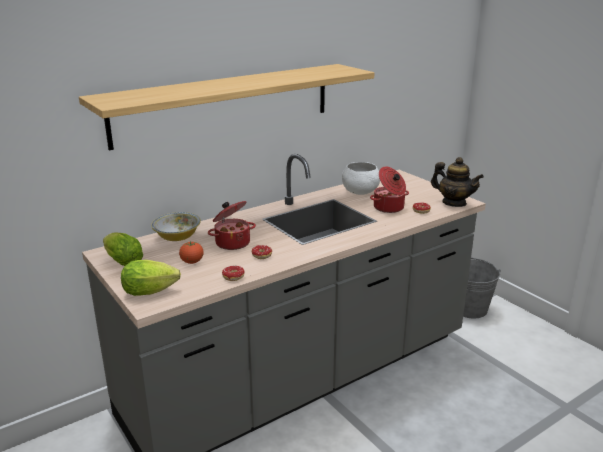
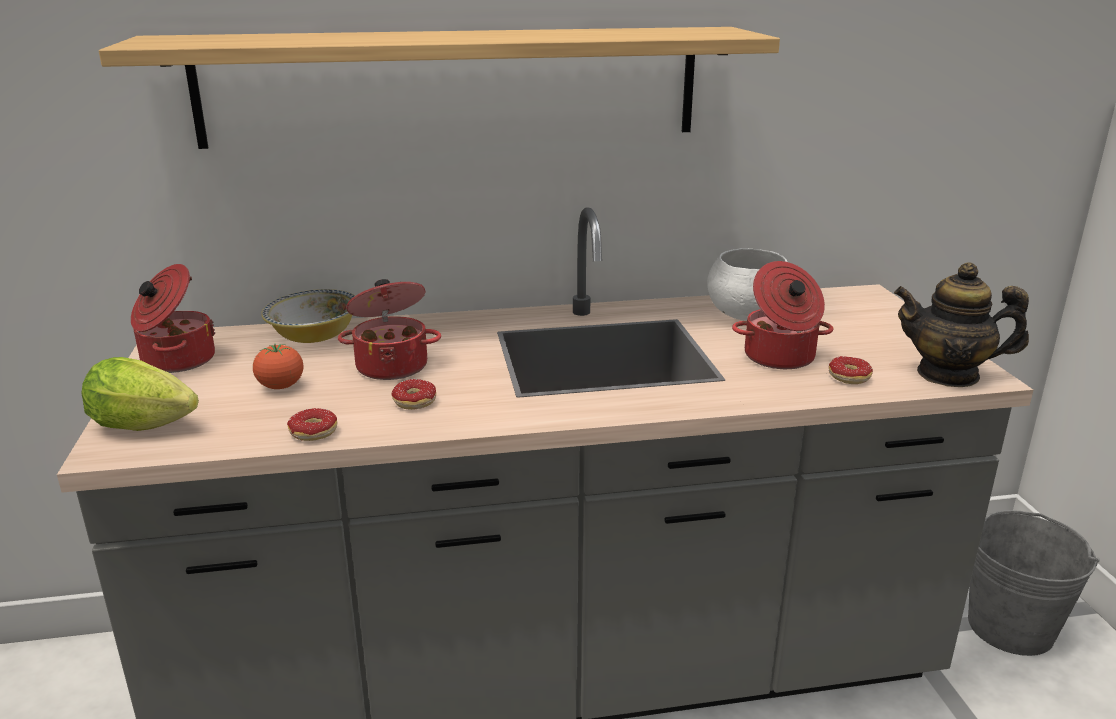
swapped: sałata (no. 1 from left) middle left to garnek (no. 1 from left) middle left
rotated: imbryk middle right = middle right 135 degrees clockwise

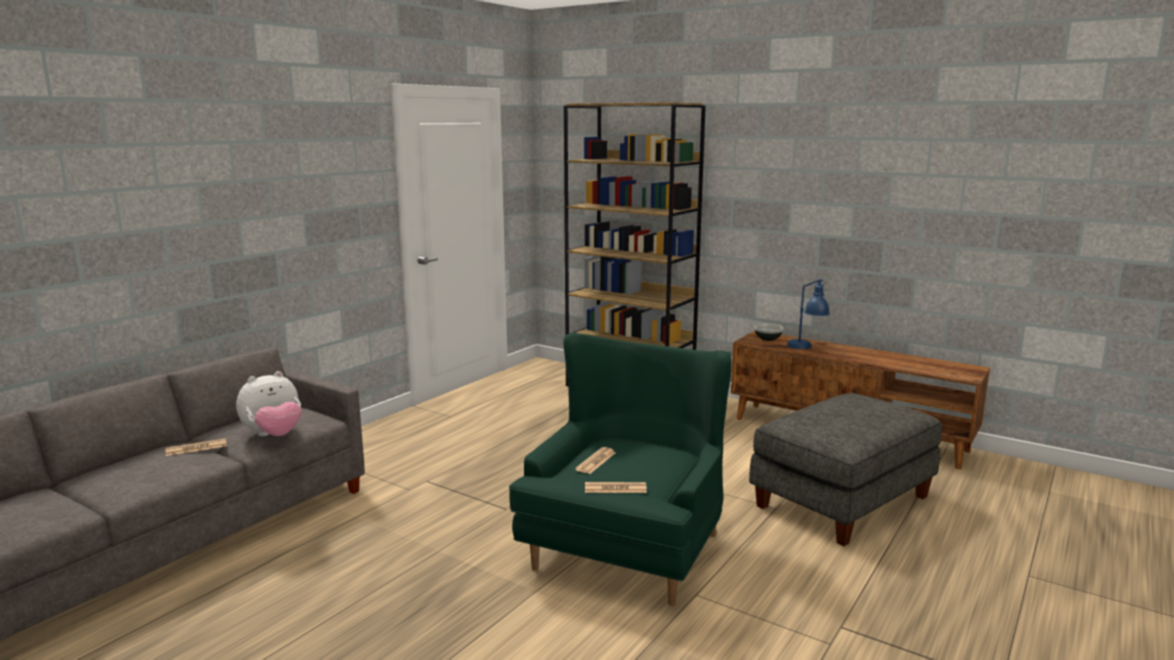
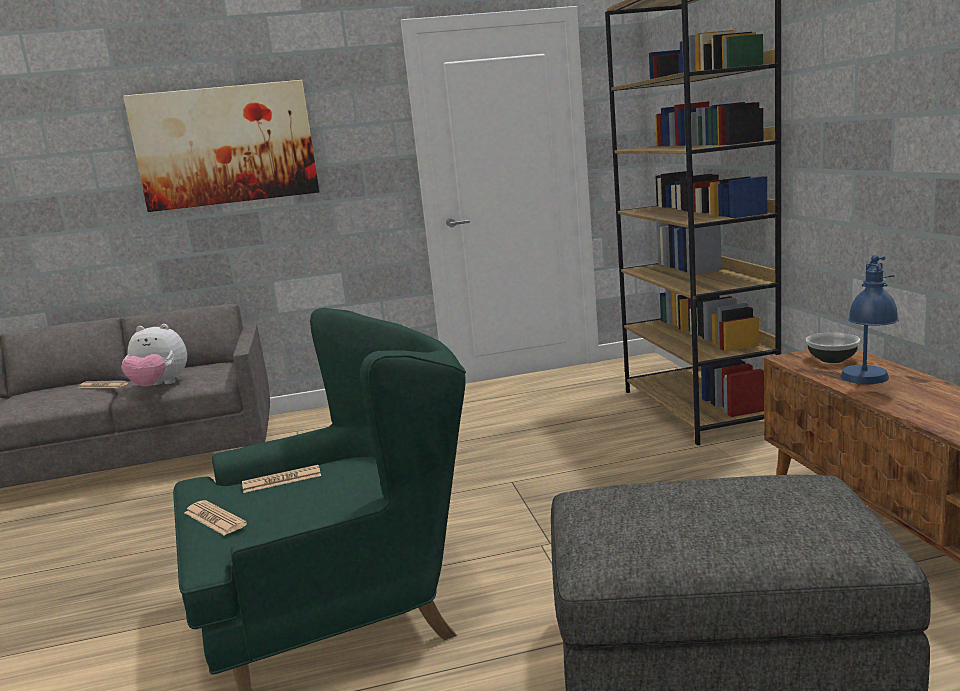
new: obraz top left

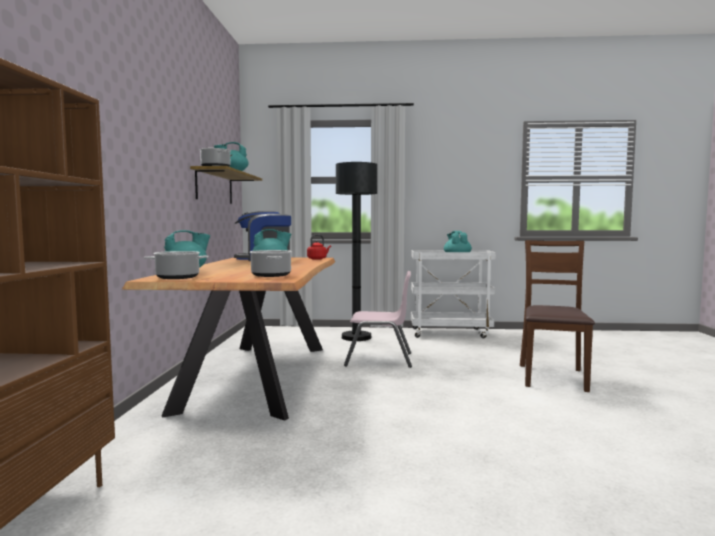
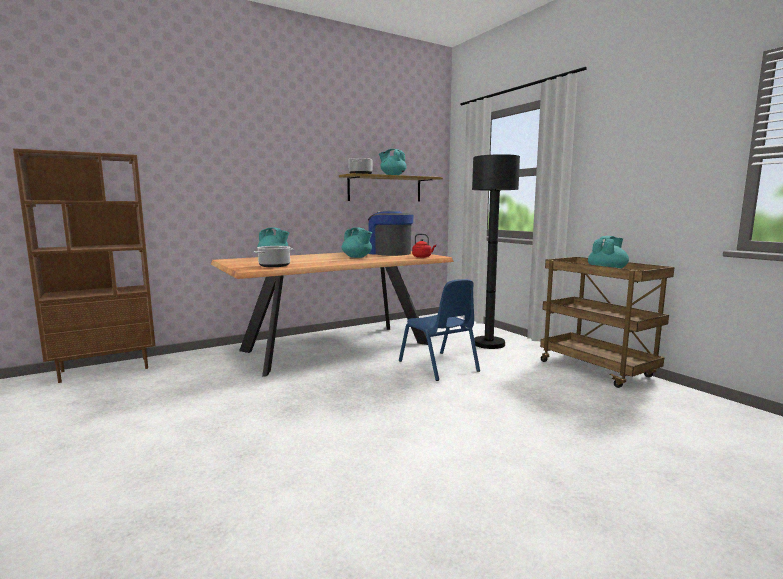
gone: garnek (no. 1 from left) middle left; krzesło (brązowy) middle right
repainted: krzesło (różowy) centre to krzesło (niebieski) centre; wózek (biały) centre to wózek (brązowy) middle right

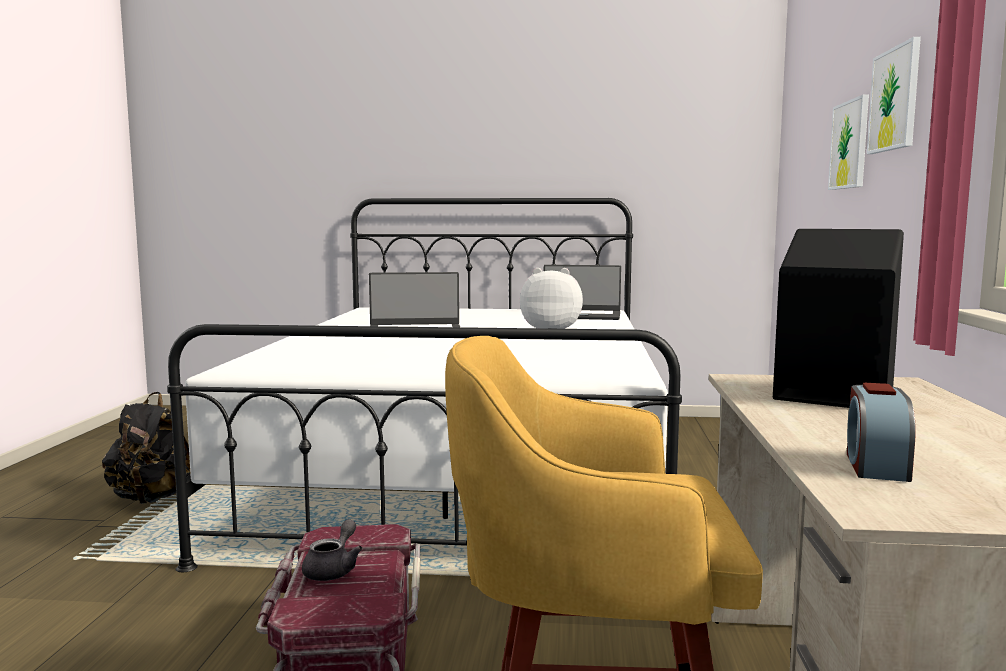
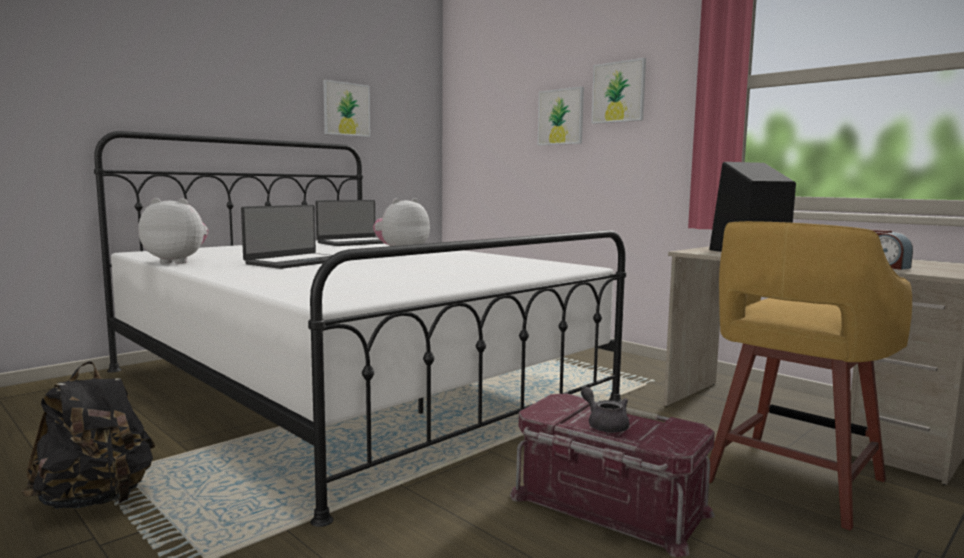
new: pluszak (no. 1 from left) middle left; obraz (no. 1 from left) top centre

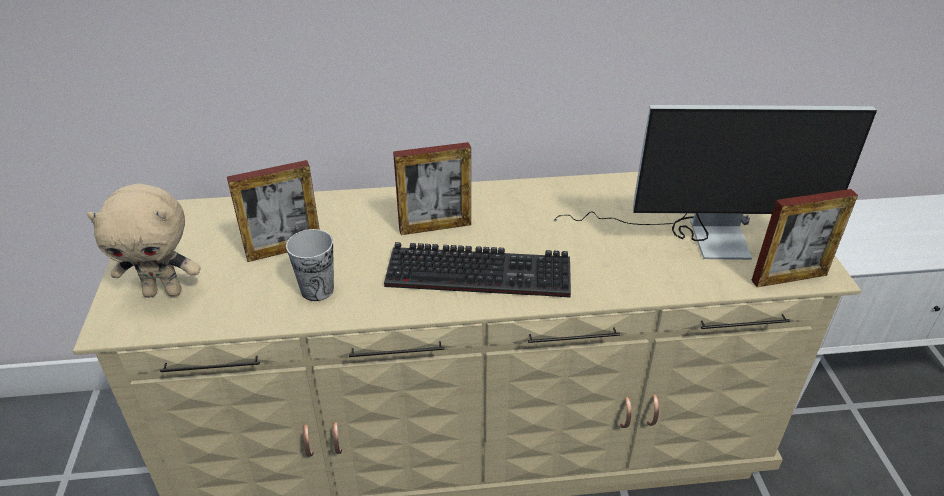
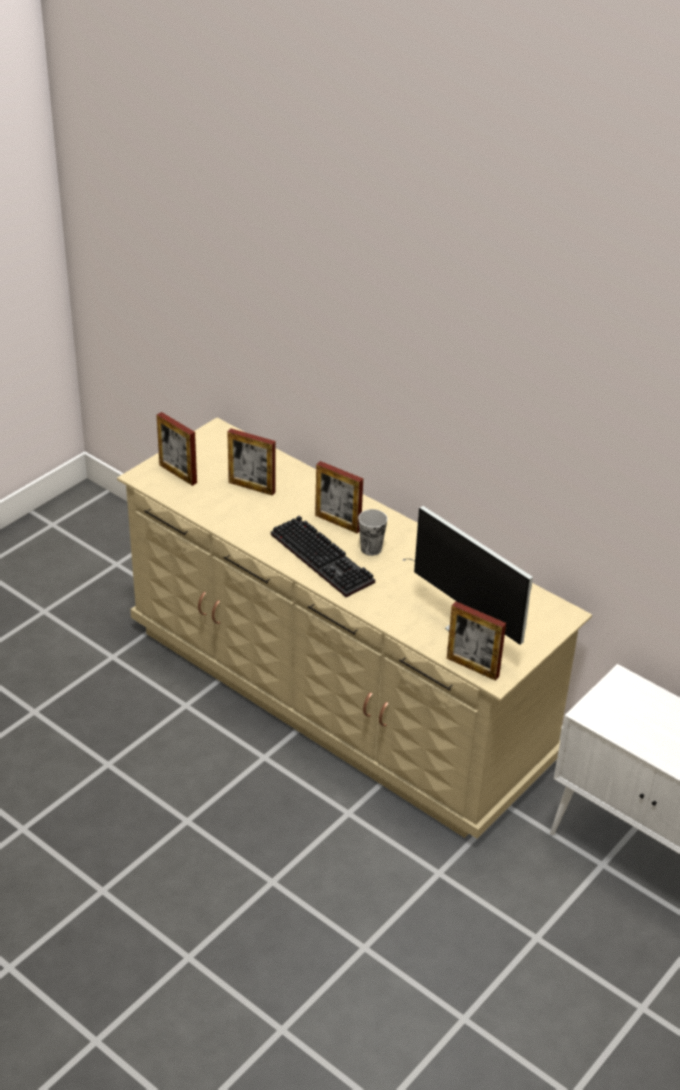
shifted: filiżanka middle left to centre
swapped: pluszak (beżowy) middle left to ramka na zdjęcie (no. 1 from left) middle left

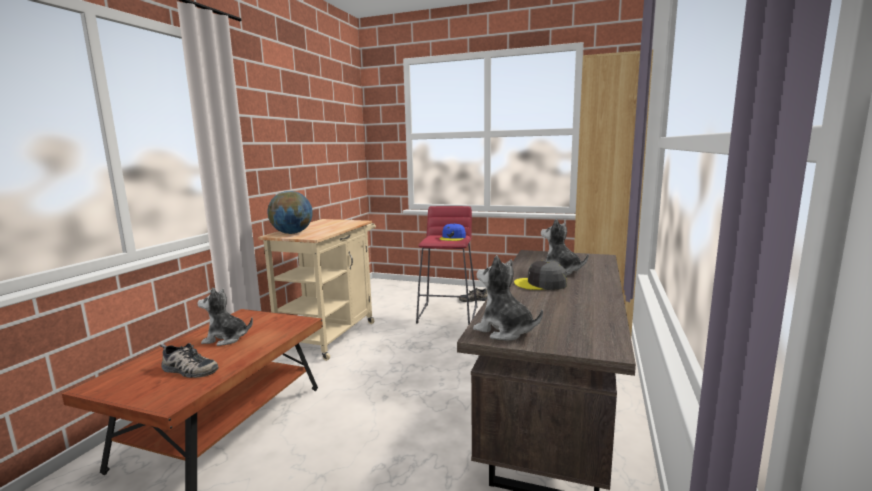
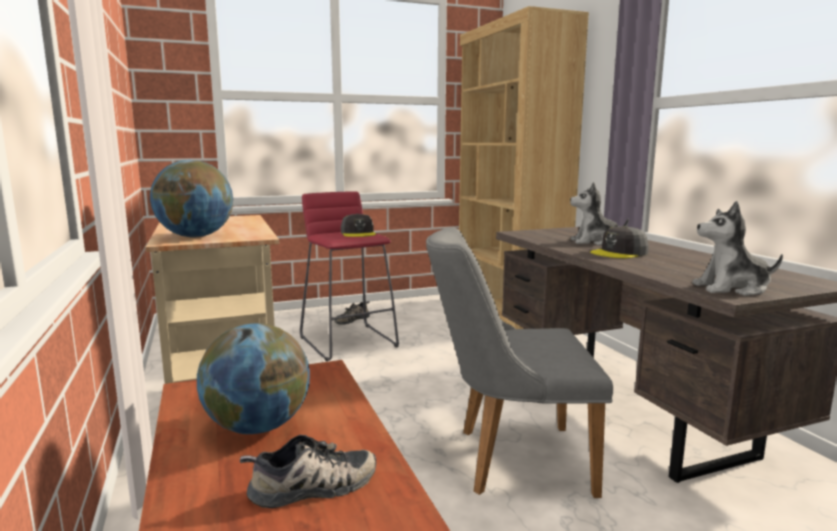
new: krzesło (szary) bottom centre
swapped: pluszak (no. 1 from left) middle left to globus (no. 2 from left) bottom left
repainted: czapka z daszkiem (niebieski) centre to czapka z daszkiem (szary) (no. 1 from left) centre

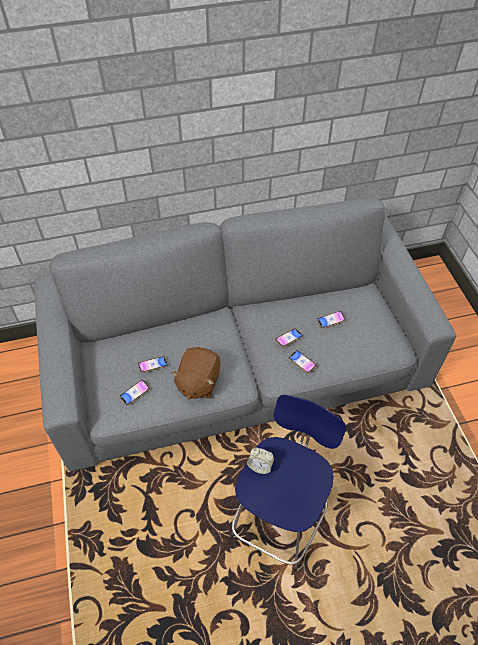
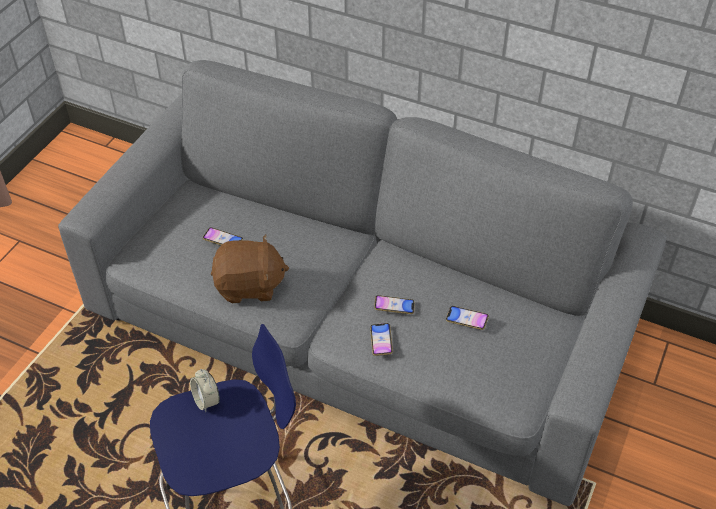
gone: telefon (no. 1 from left) middle left
rotated: pluszak (brązowy) centre = centre 150 degrees counterclockwise

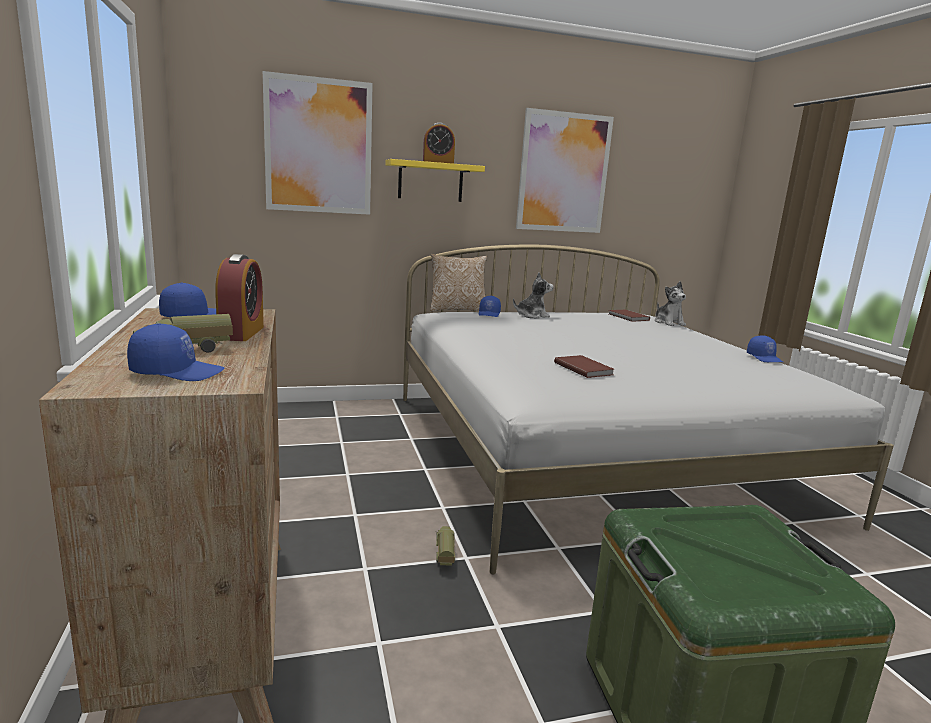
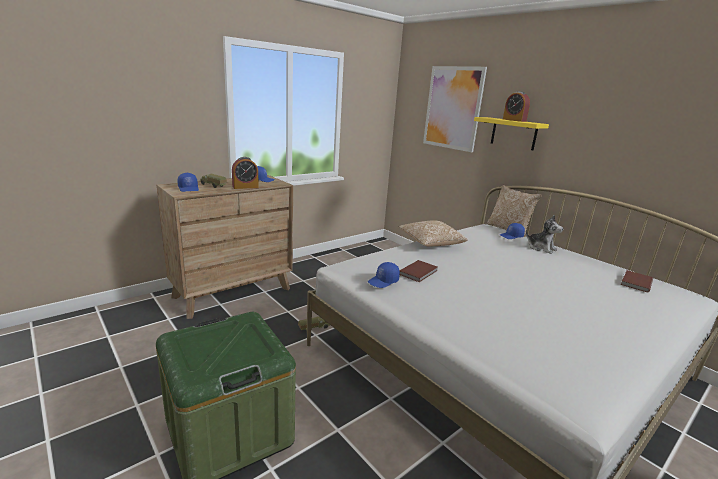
gone: obraz (no. 2 from left) top centre; pluszak (no. 2 from left) middle right
new: poduszka (no. 1 from left) centre
shifted: czapka z daszkiem (niebieski) (no. 4 from left in the first image) middle right to czapka z daszkiem (niebieski) (no. 3 from left) centre

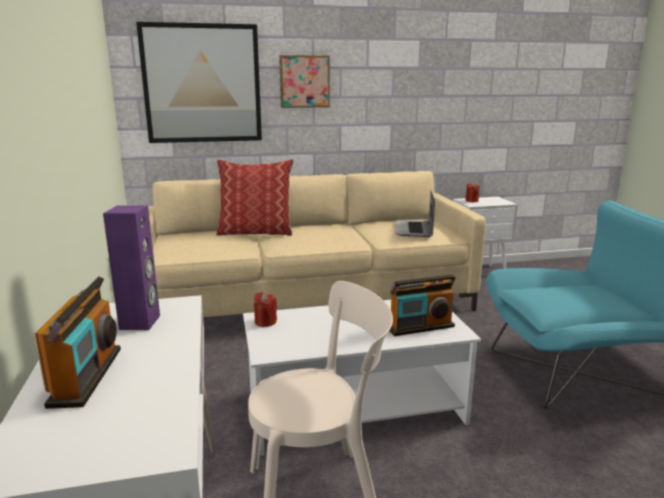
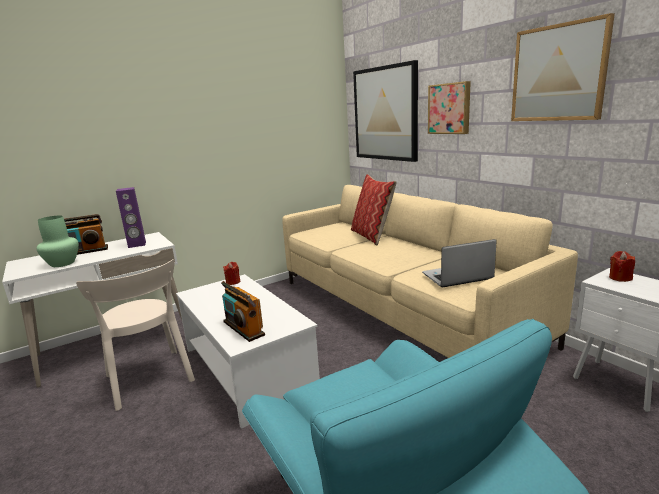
new: wazon (zielony) middle left; obraz (no. 3 from left) top right

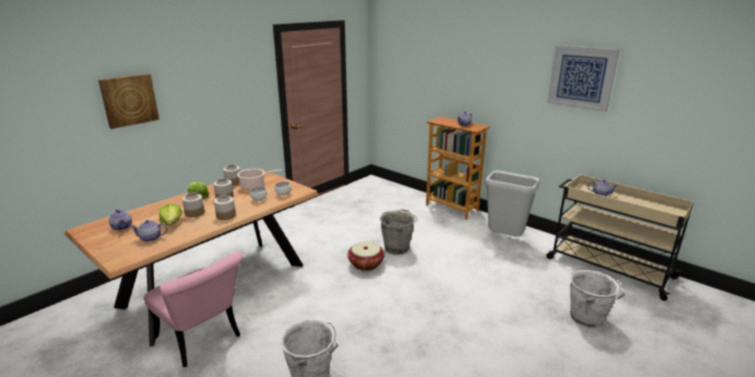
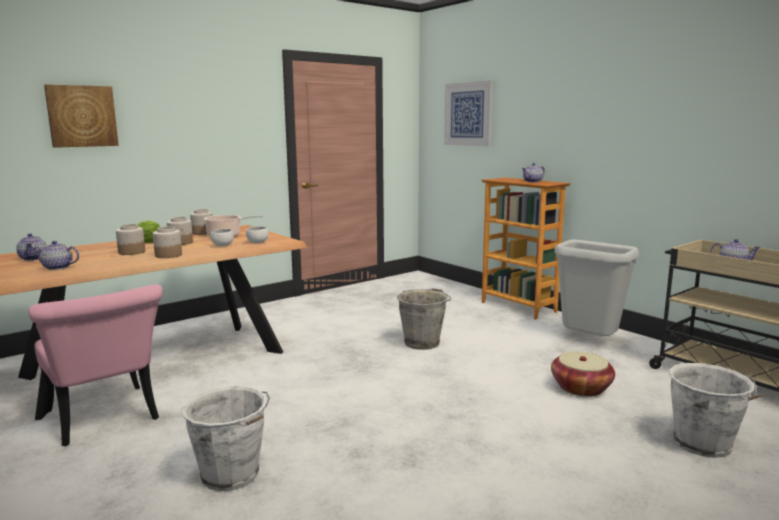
gone: sałata (no. 1 from left) middle left
shifted: koszyk bottom centre to bottom right; obraz (no. 2 from left) top right to top centre

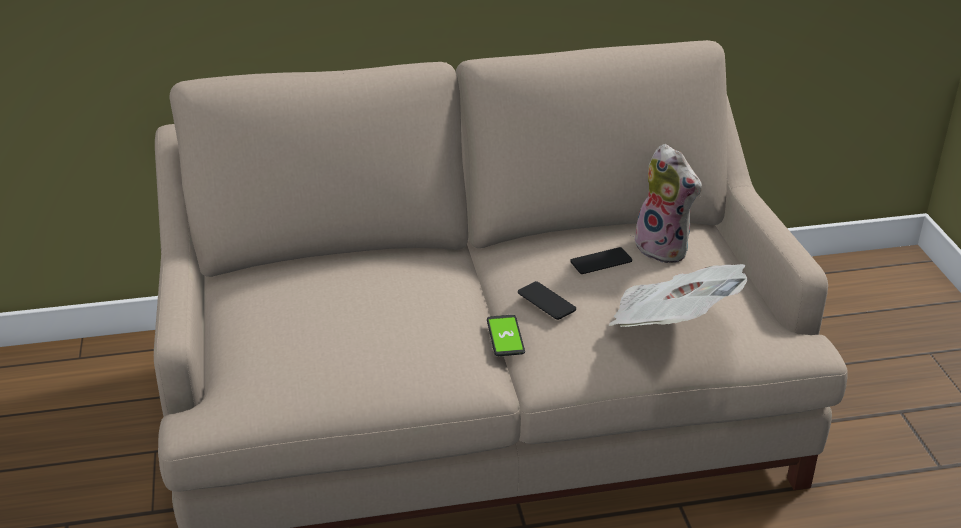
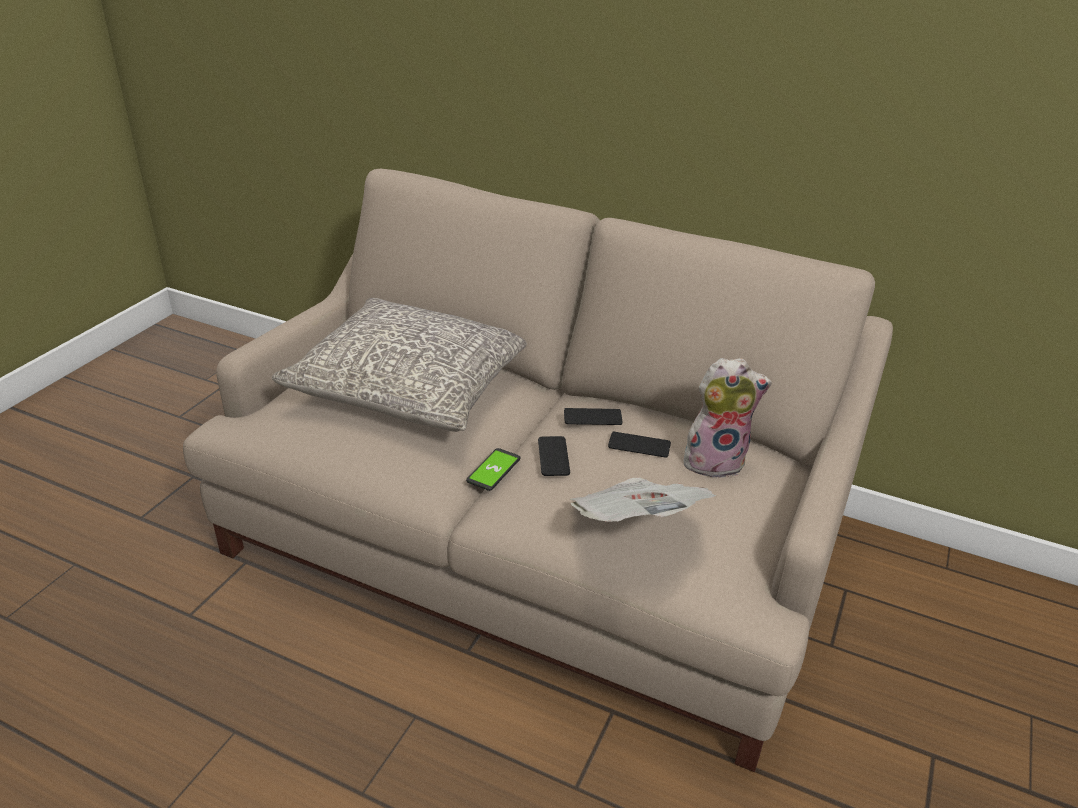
new: poduszka (szary) centre; telefon (no. 3 from left) centre
rotated: pluszak middle right = middle right 90 degrees counterclockwise

